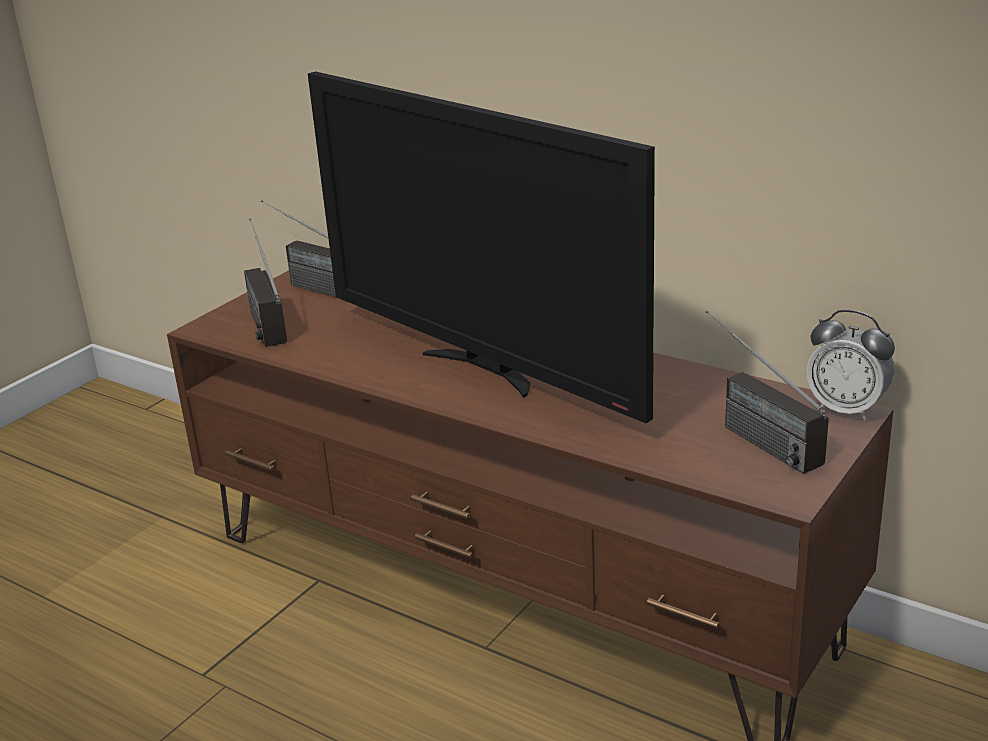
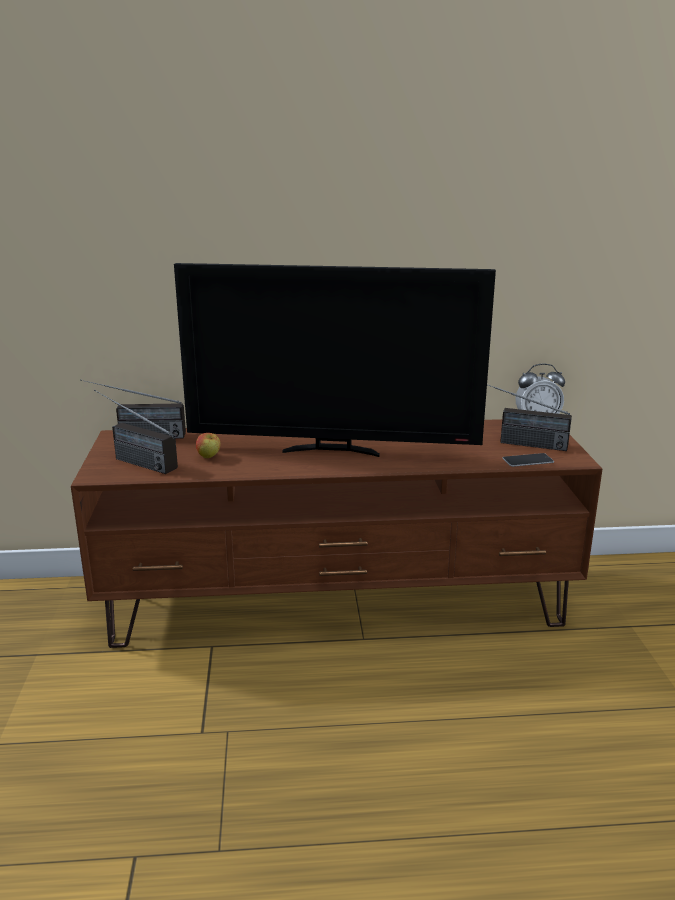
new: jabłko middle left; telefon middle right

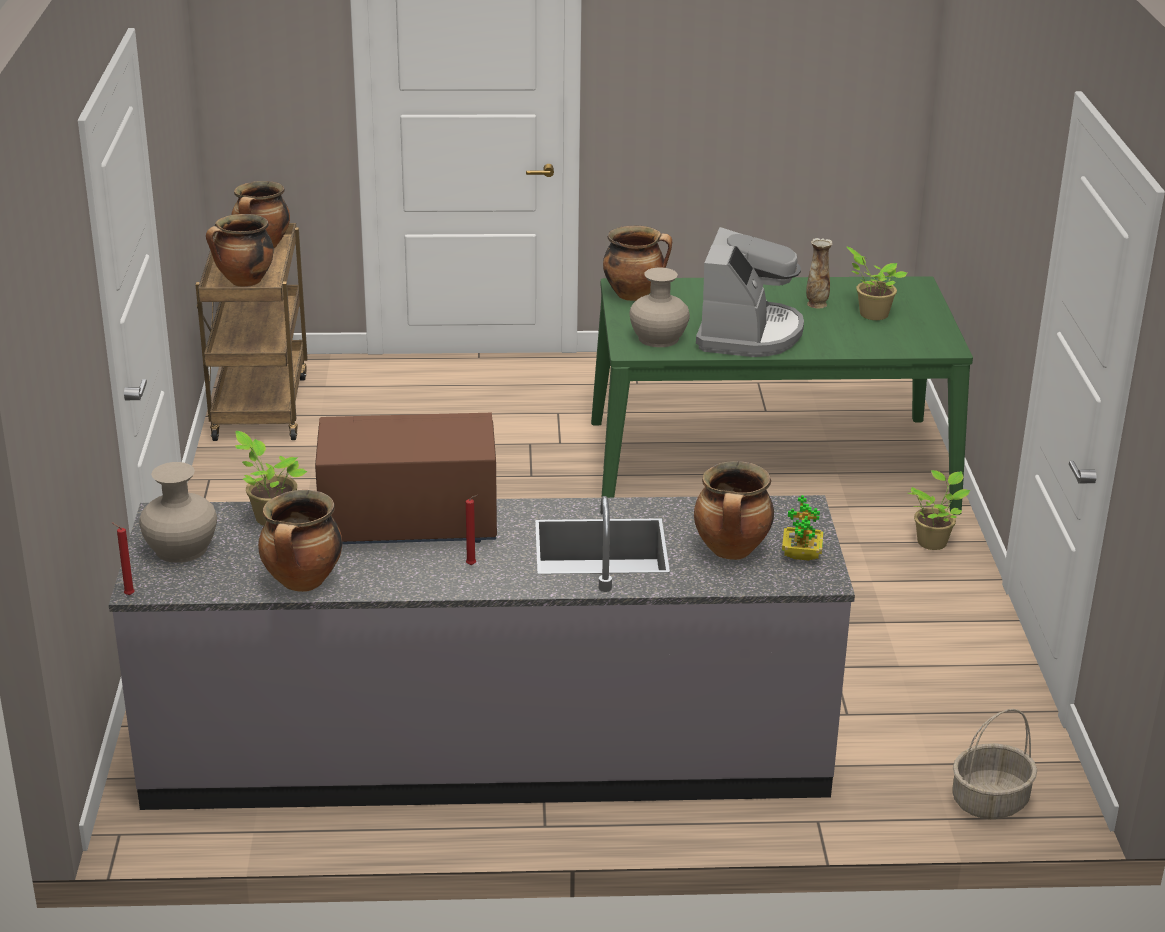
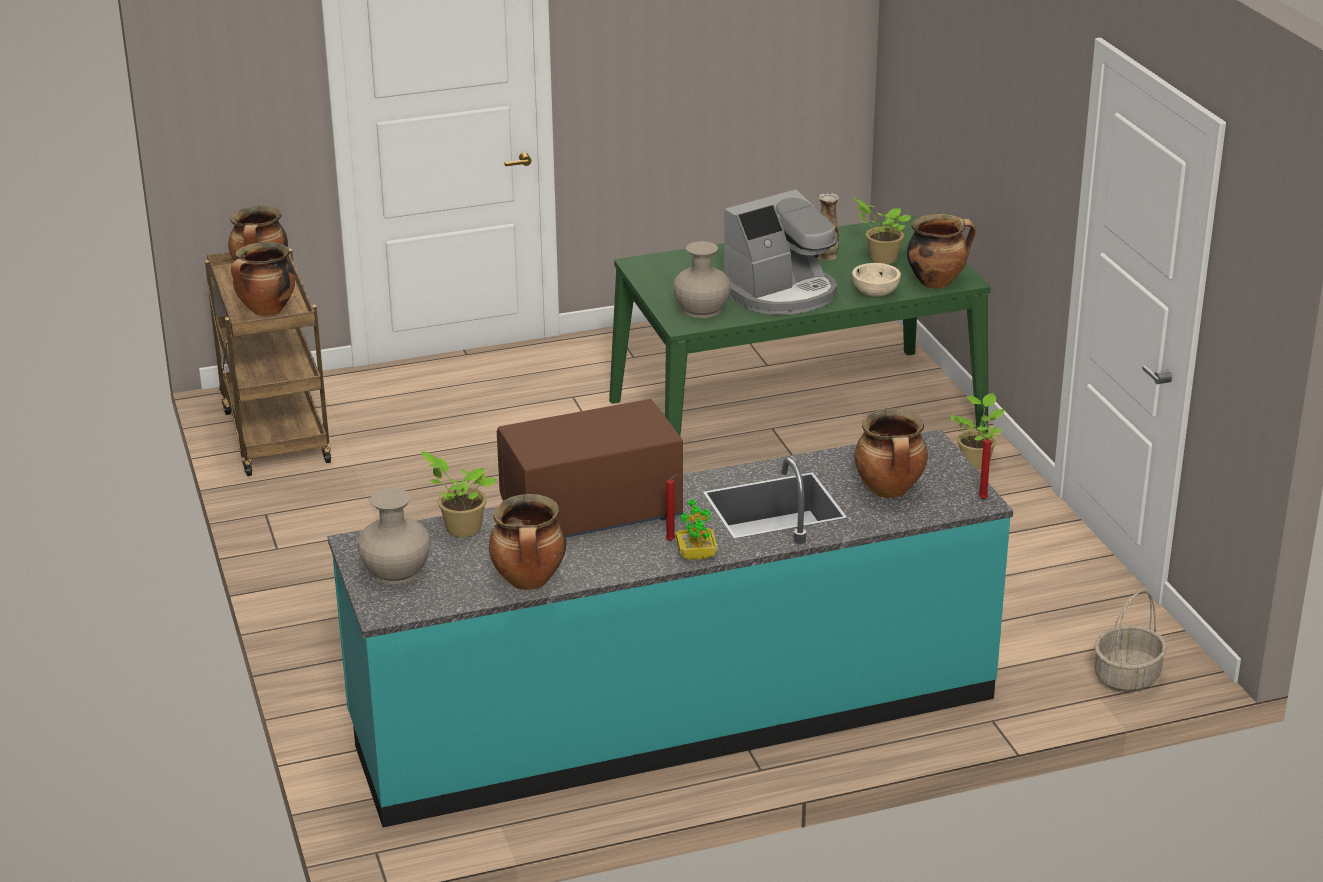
new: miska (beżowy) top centre
shifted: świeca (czerwony) (no. 1 from left in the first image) middle left to świeca (czerwony) (no. 2 from left) middle right; garnek (no. 4 from left in the first image) top centre to garnek (no. 5 from left) top right; roślina doniczkowa (no. 2 from left) middle right to centre
repainted: zabudowa kuchenna (szary) bottom centre to zabudowa kuchenna (turkusowy) bottom centre
rotated: ekspres do kawy top centre = top centre 60 degrees clockwise

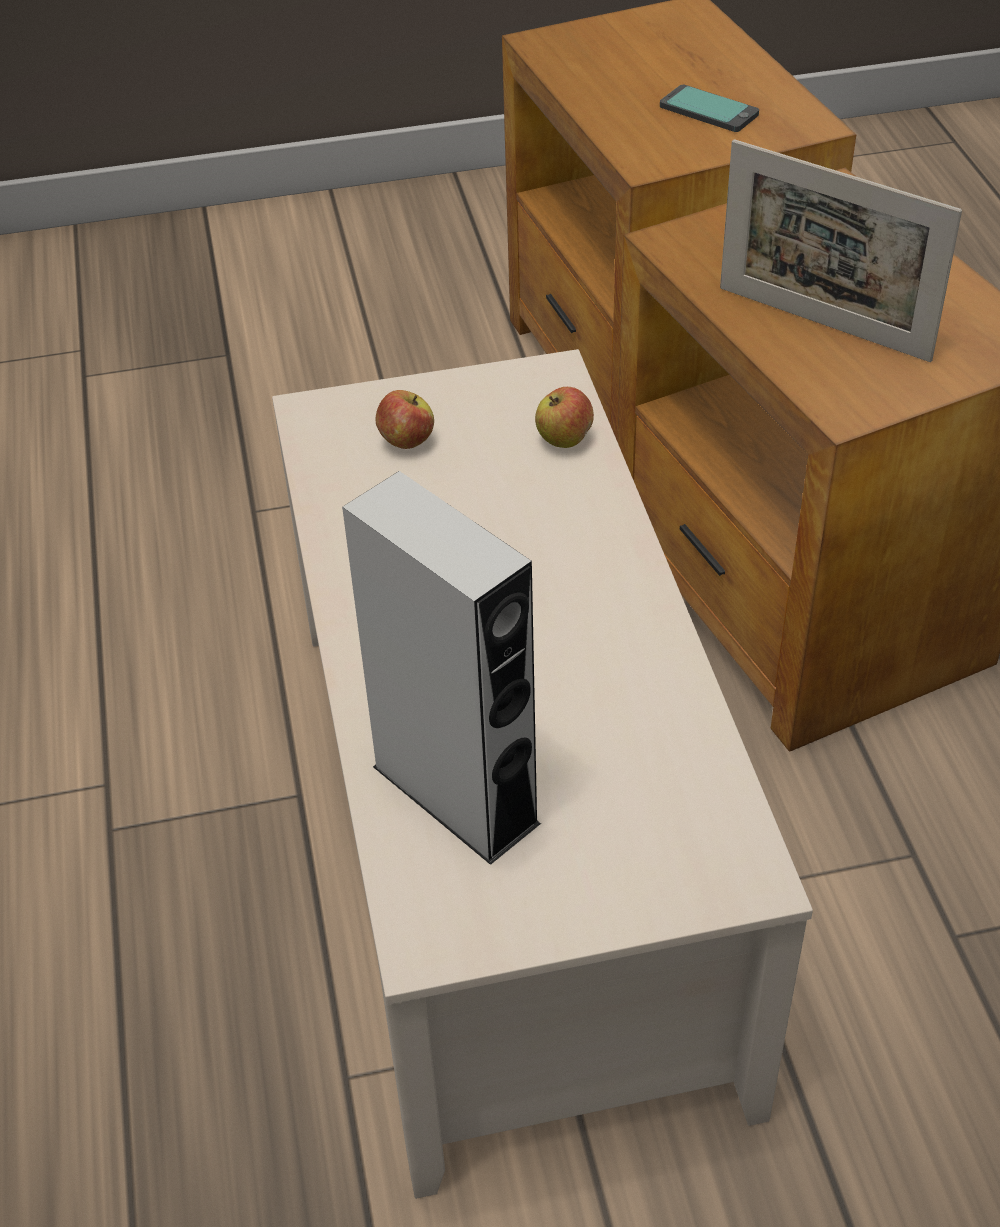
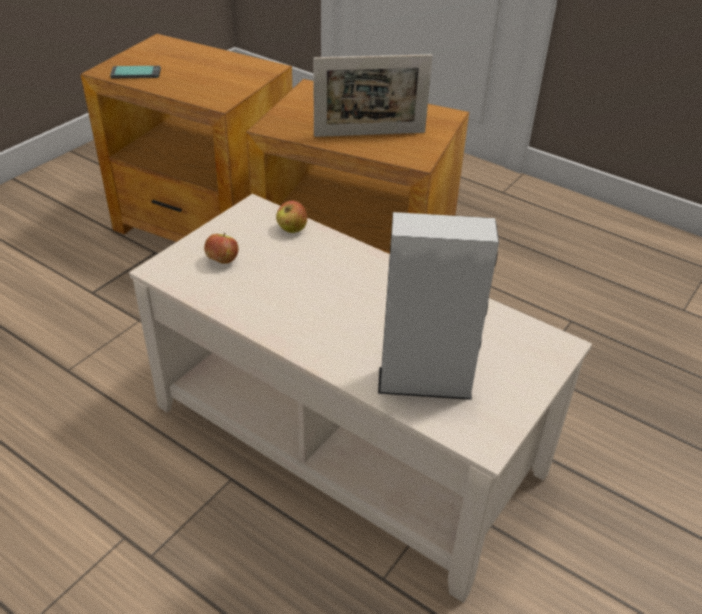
shifted: telefon top right to top left

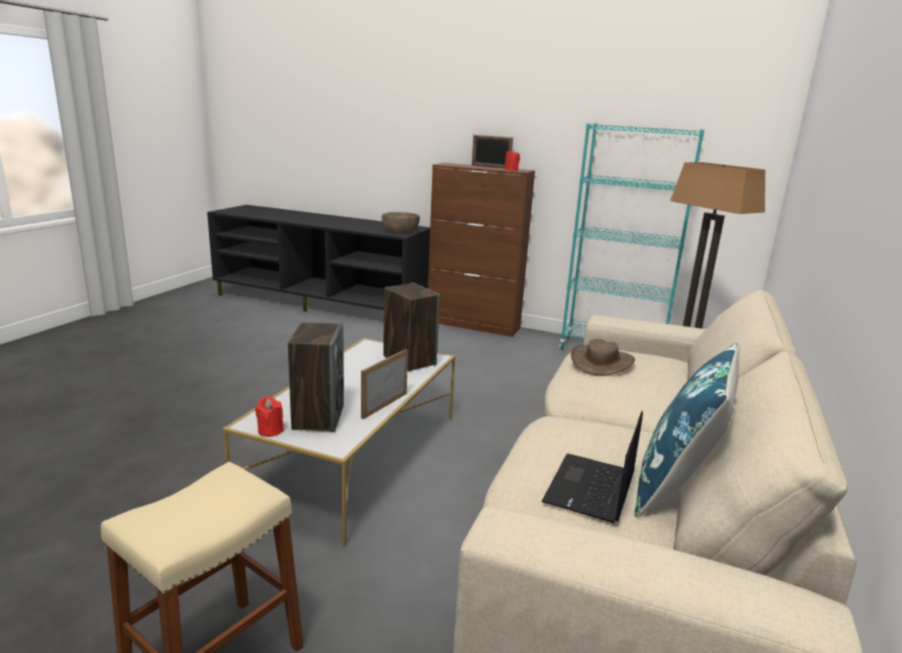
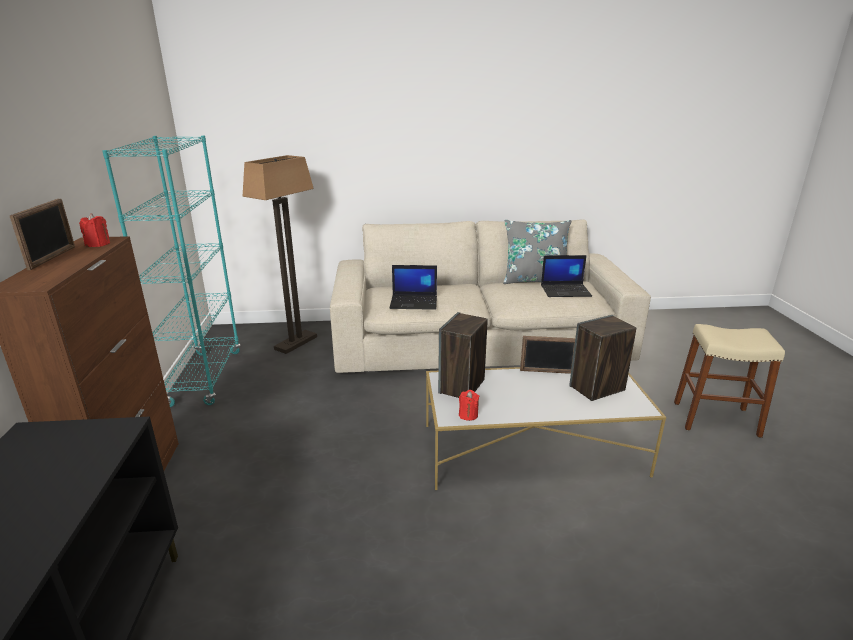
gone: miska (brązowy) centre
shifted: świeca (czerwony) (no. 1 from left in the first image) middle left to świeca (czerwony) (no. 2 from left) centre
swapped: kapelusz (brązowy) middle right to laptop (no. 1 from left) centre
repainted: poduszka (niebieski) middle right to poduszka (szary) centre

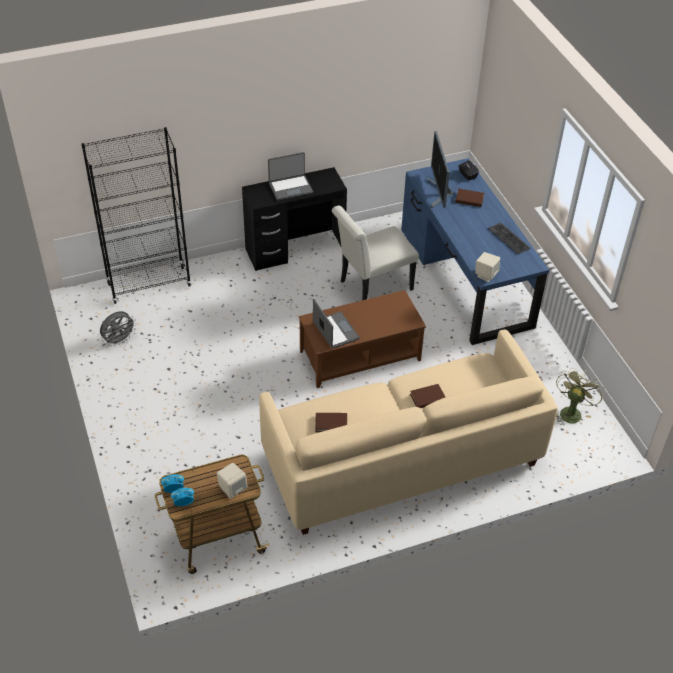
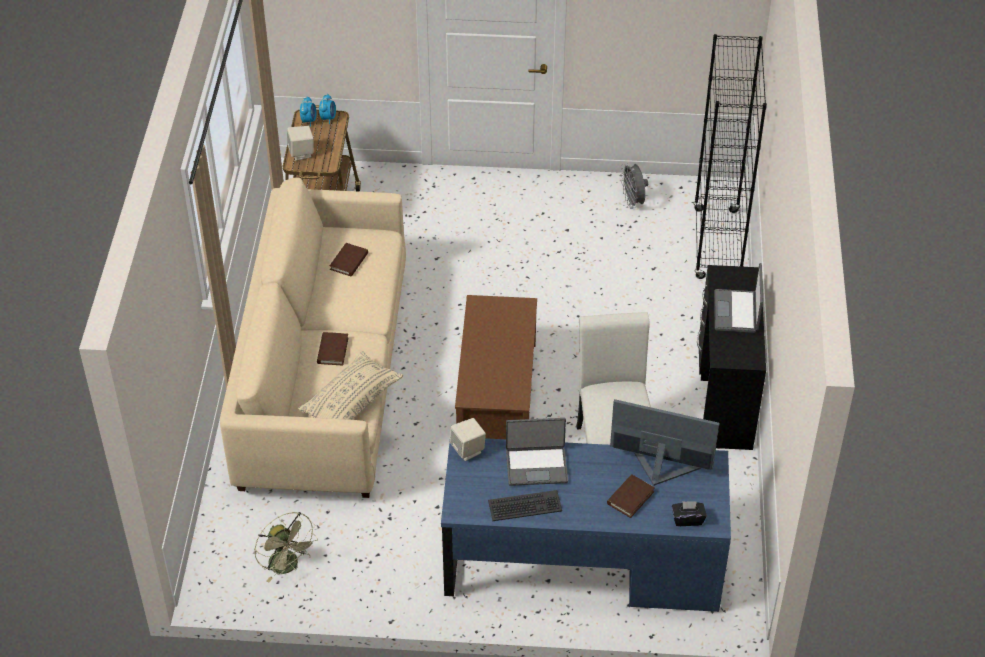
new: poduszka (beżowy) centre
shifted: laptop (no. 2 from left in the first image) centre to laptop (no. 1 from left) bottom centre

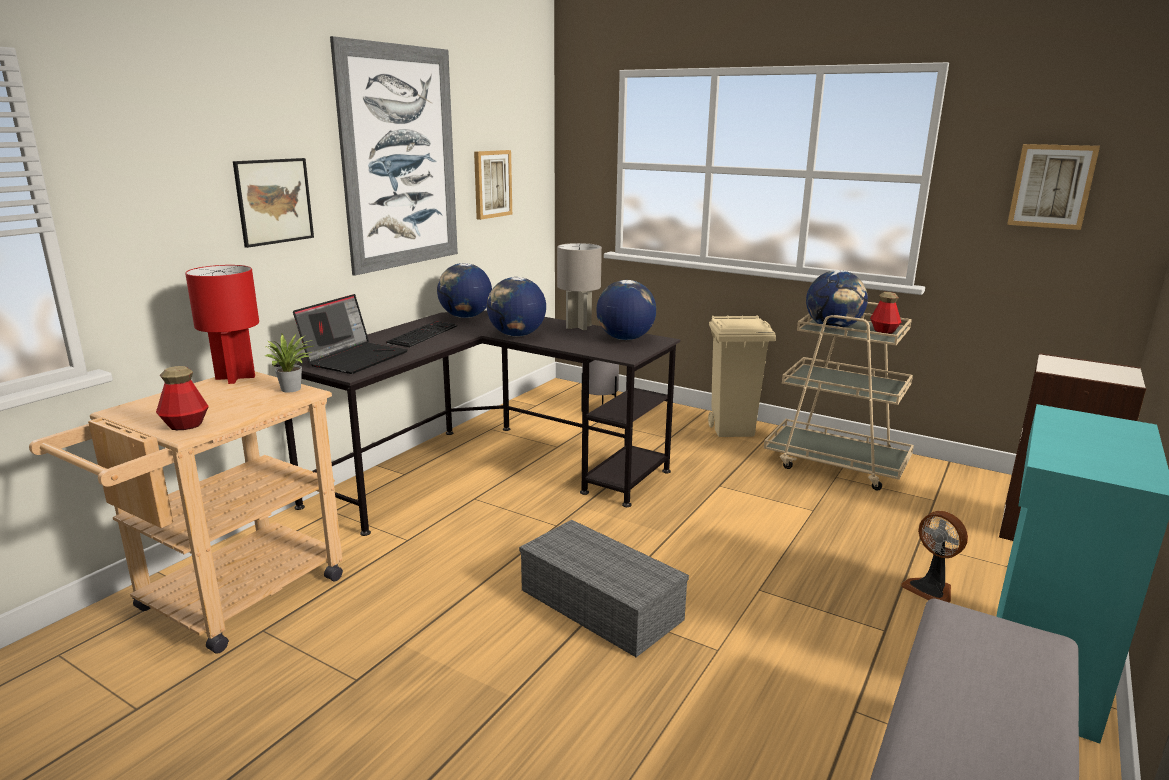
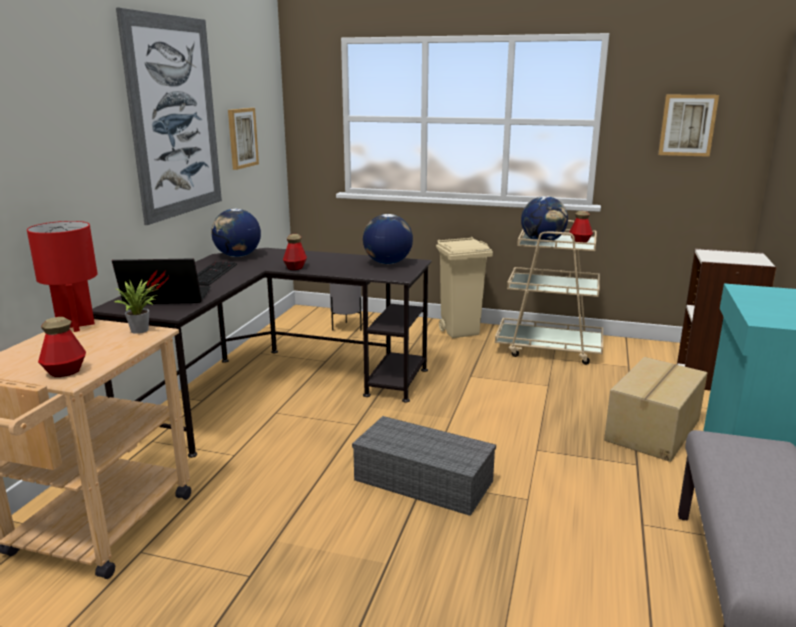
gone: obraz (no. 1 from left) top left; lampa stołowa (szary) centre
swapped: globus (no. 2 from left) centre to butelka (no. 2 from left) centre; wentylator bottom right to karton middle right
rotated: laptop middle left = middle left 105 degrees counterclockwise

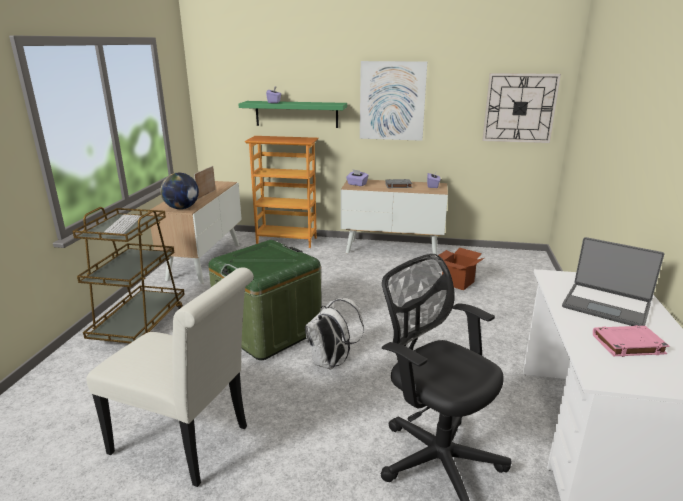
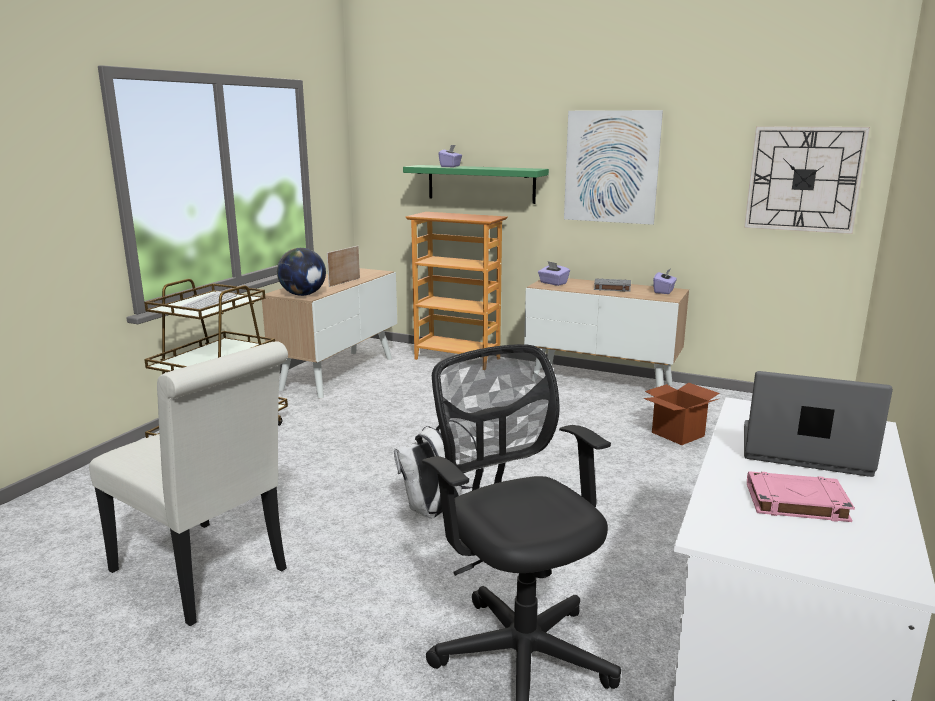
gone: pojemnik do przechowywania (zielony) centre
rotated: laptop middle right = middle right 150 degrees clockwise

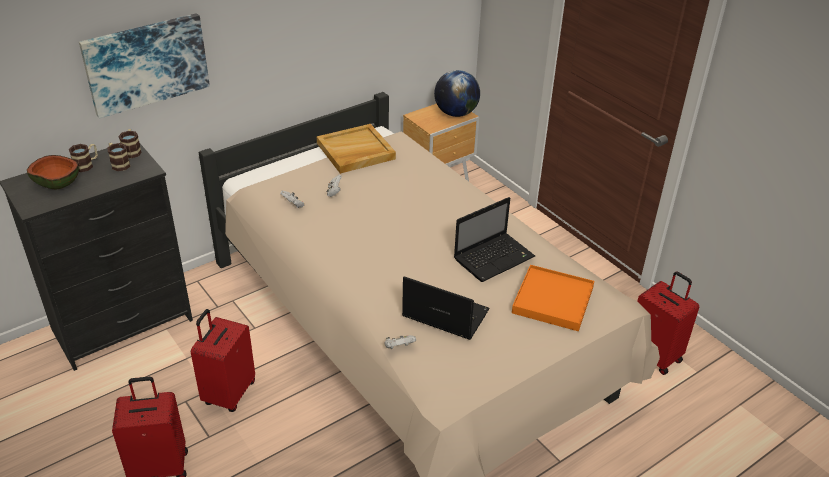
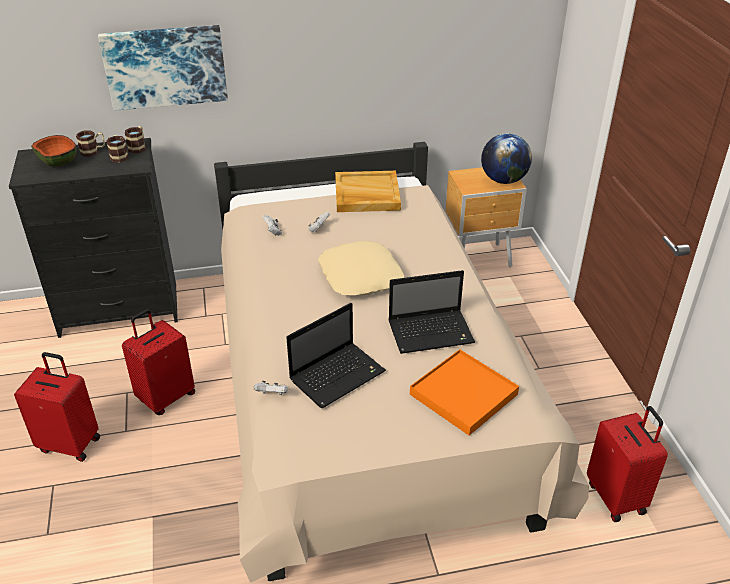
new: poduszka (beżowy) centre
rotated: laptop (no. 1 from left) centre = centre 90 degrees clockwise

